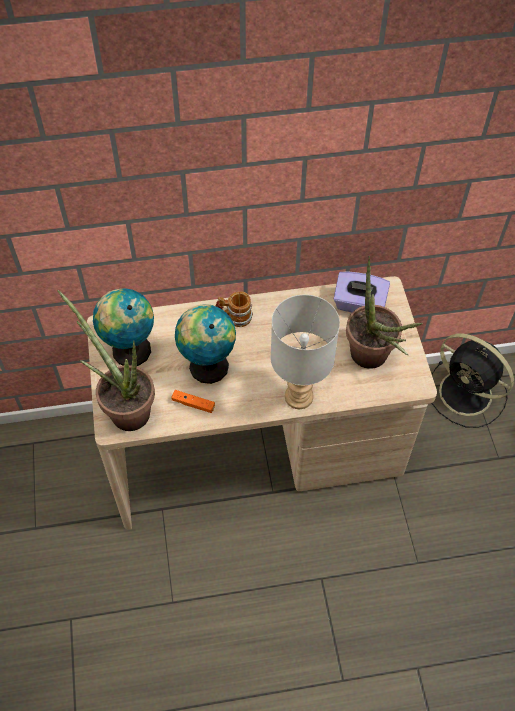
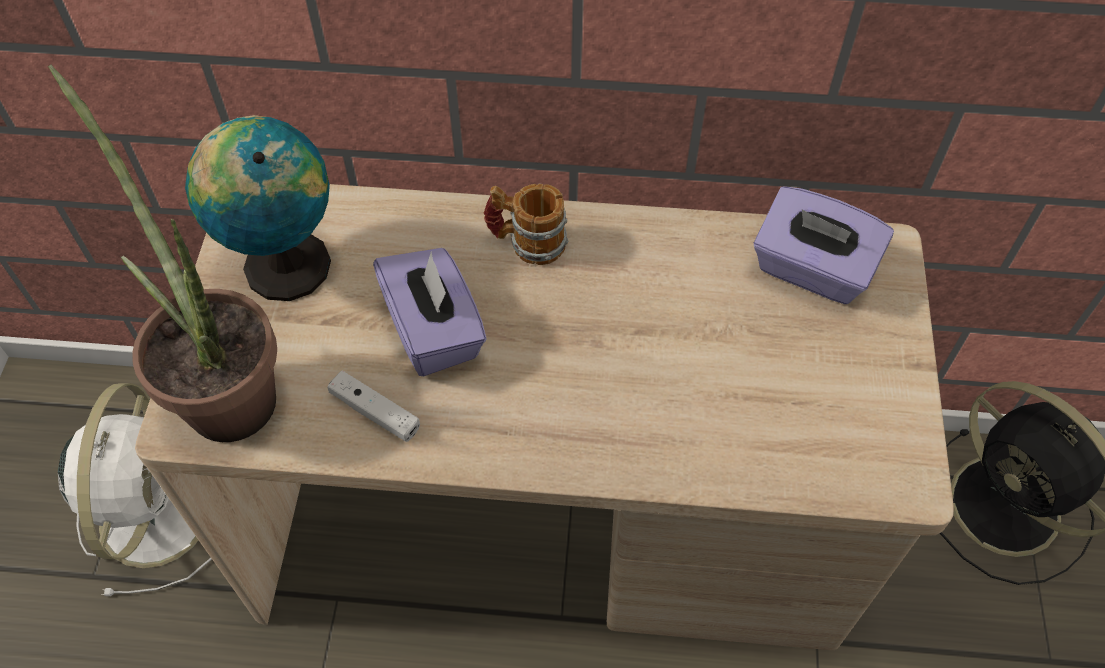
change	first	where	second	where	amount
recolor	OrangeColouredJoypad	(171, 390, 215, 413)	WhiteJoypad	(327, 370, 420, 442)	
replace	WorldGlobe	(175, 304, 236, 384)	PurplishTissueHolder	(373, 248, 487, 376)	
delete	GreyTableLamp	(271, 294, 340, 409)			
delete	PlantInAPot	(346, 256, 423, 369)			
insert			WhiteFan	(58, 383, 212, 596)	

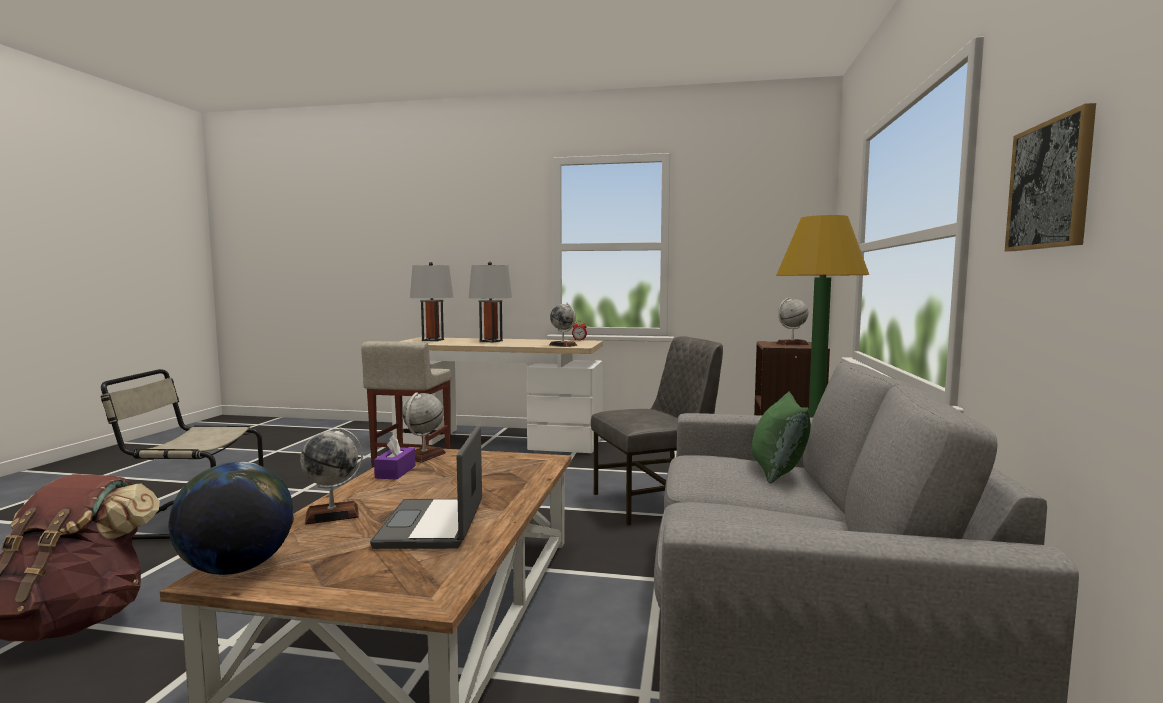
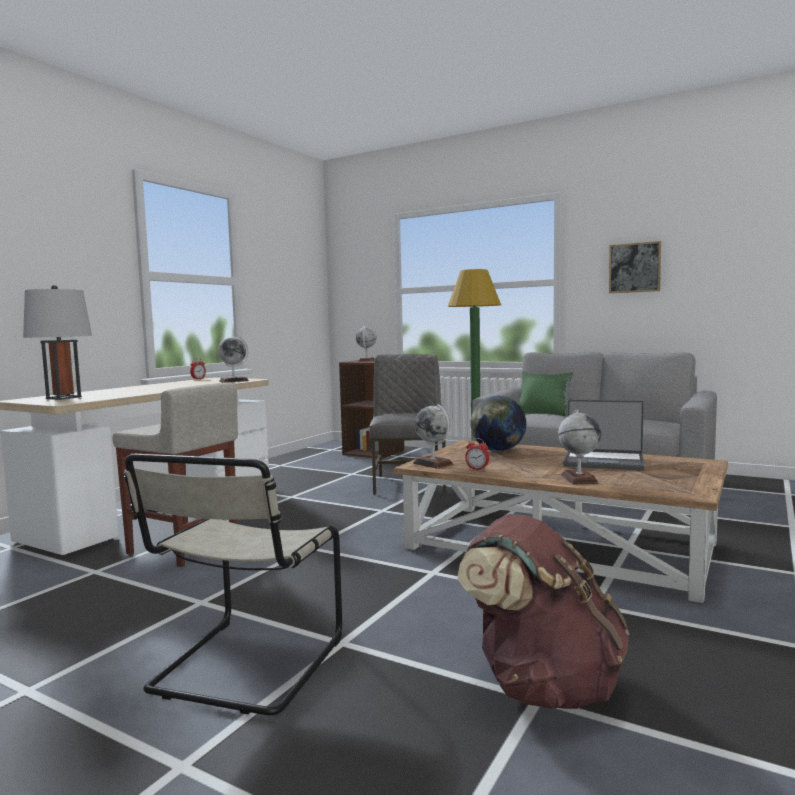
change	first	where	second	where	amount
move	WorldGlobe	(168, 462, 294, 575)		(470, 396, 526, 452)	
replace	PurplishTissueHolder	(374, 435, 416, 480)	BedsideClock	(465, 438, 489, 470)	
delete	GreyTableLamp	(469, 262, 512, 343)			

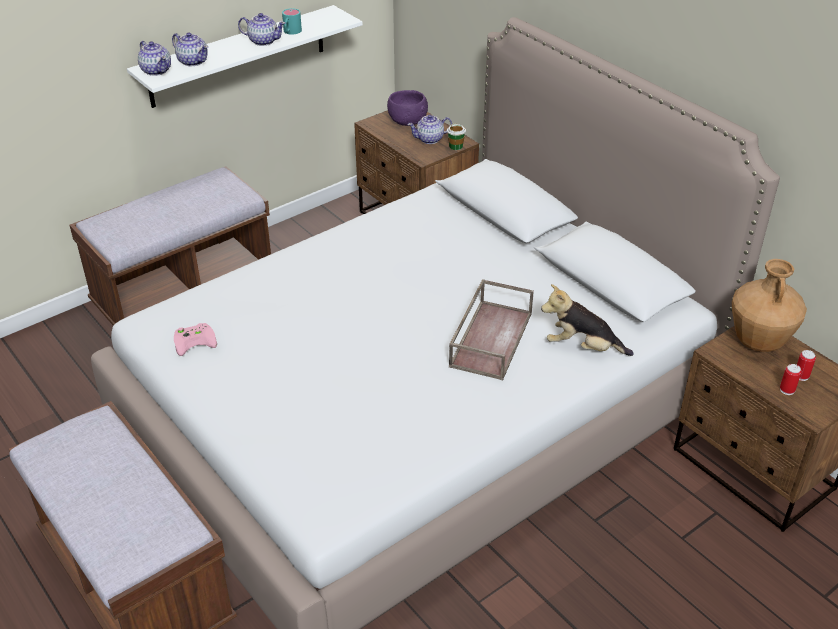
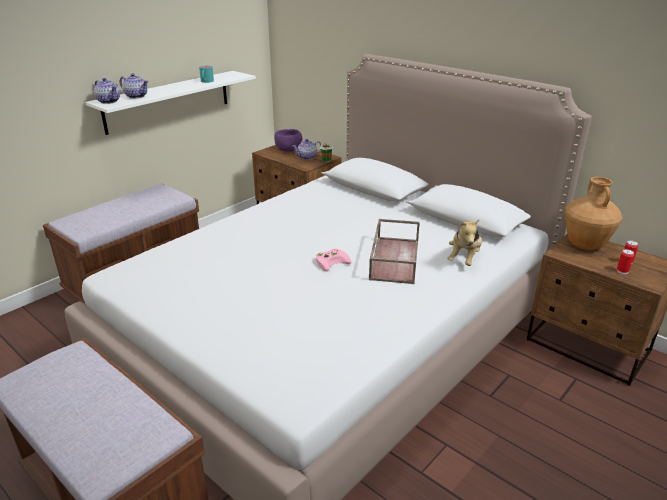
change	first	where	second	where	amount
move	PinkColouredJoypad	(174, 323, 217, 356)		(316, 249, 351, 271)	
delete	PotForTea	(238, 13, 286, 46)			
rotate	PlushToy	(541, 284, 634, 356)		(448, 219, 482, 266)	75 degrees counterclockwise

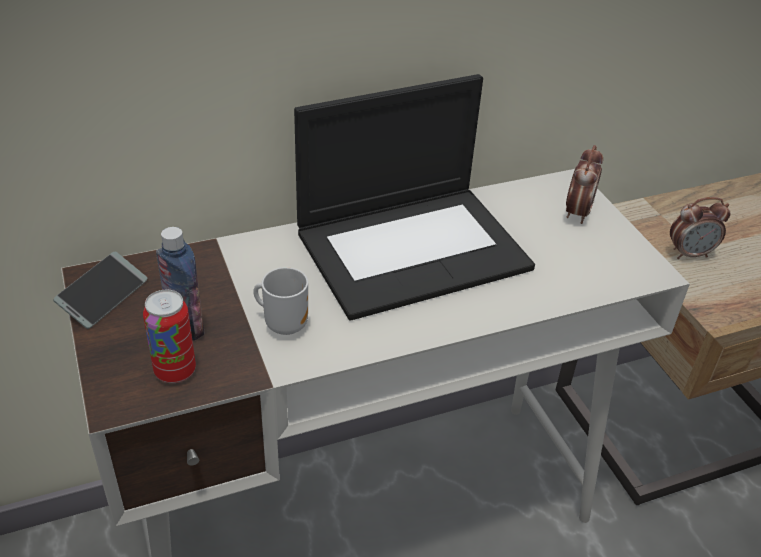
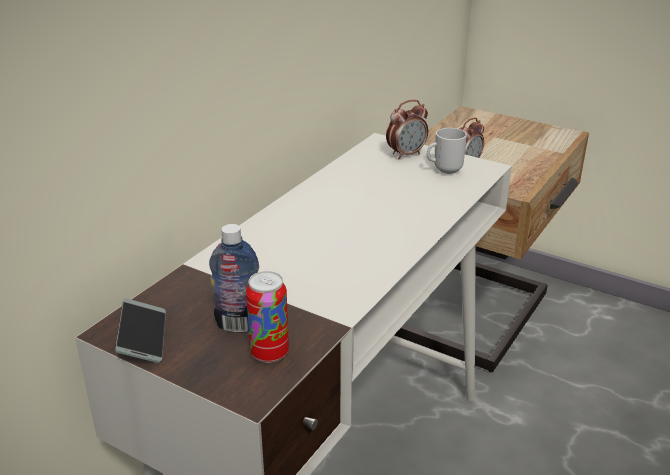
change	first	where	second	where	amount
move	TeaMug	(253, 267, 308, 335)		(427, 128, 467, 174)	
delete	PortableComputer	(294, 74, 535, 321)			
rotate	BedsideClock	(566, 145, 603, 224)		(386, 100, 428, 160)	75 degrees clockwise

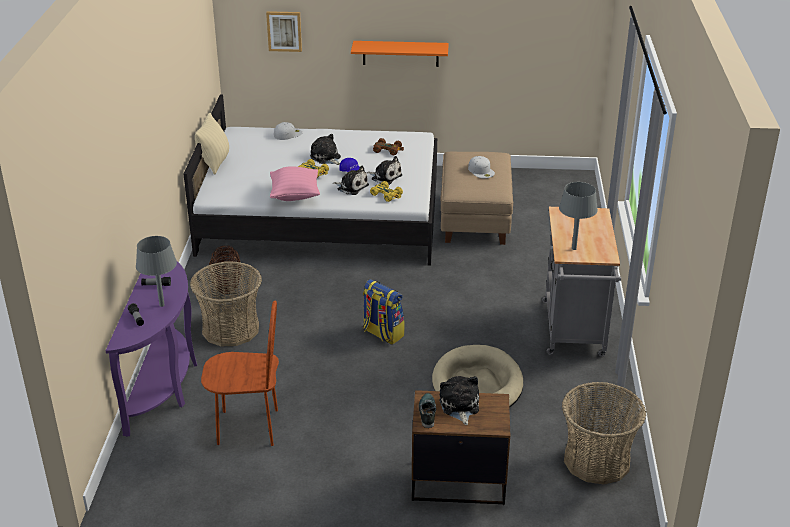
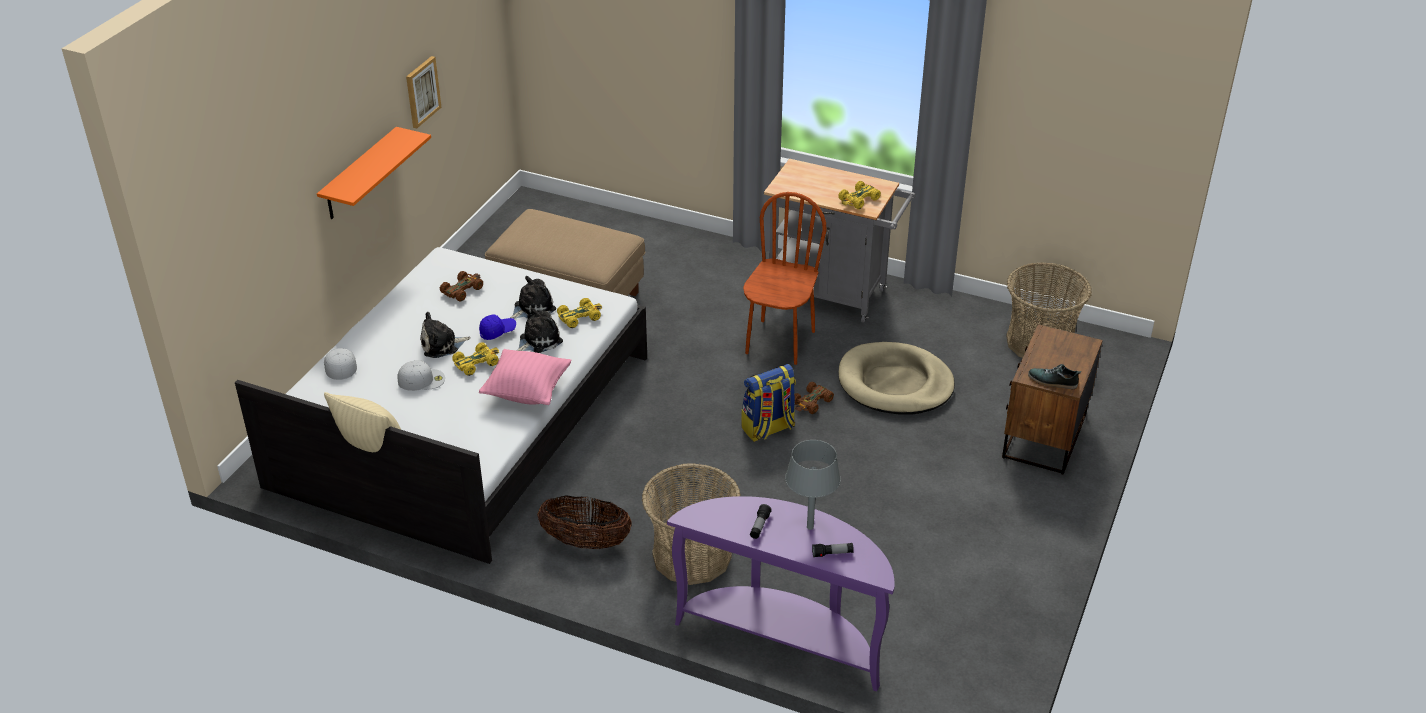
change	first	where	second	where	amount
move	BrownPlainChair	(201, 301, 279, 446)		(743, 192, 827, 365)	
move	WallArt	(266, 11, 302, 52)		(406, 56, 442, 128)	
delete	PlushToy	(440, 376, 479, 425)			
move	WhiteBaseballCap	(468, 156, 495, 178)		(397, 360, 445, 391)	
replace	GreyTableLamp	(559, 182, 598, 250)	YellowColouredMiniatureCar	(838, 181, 881, 209)	
insert			BrownMiniatureCar	(795, 382, 834, 414)	

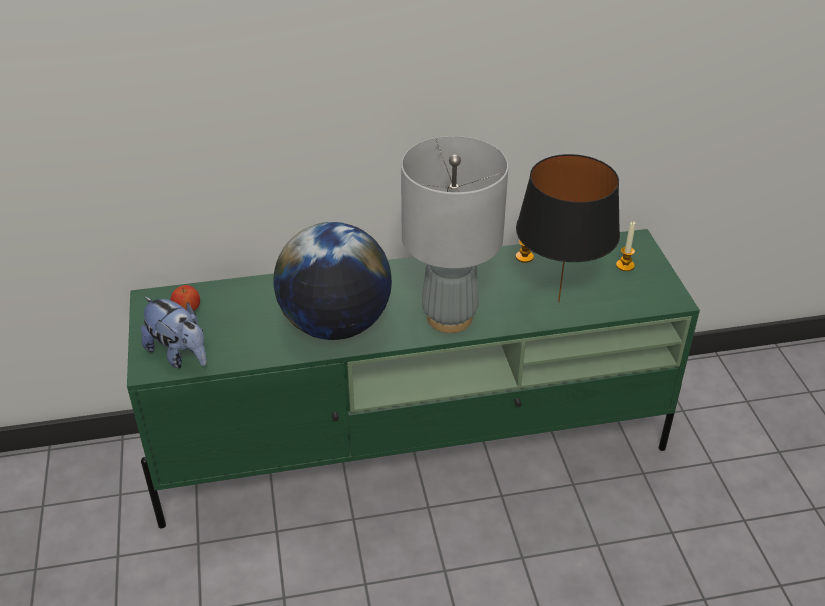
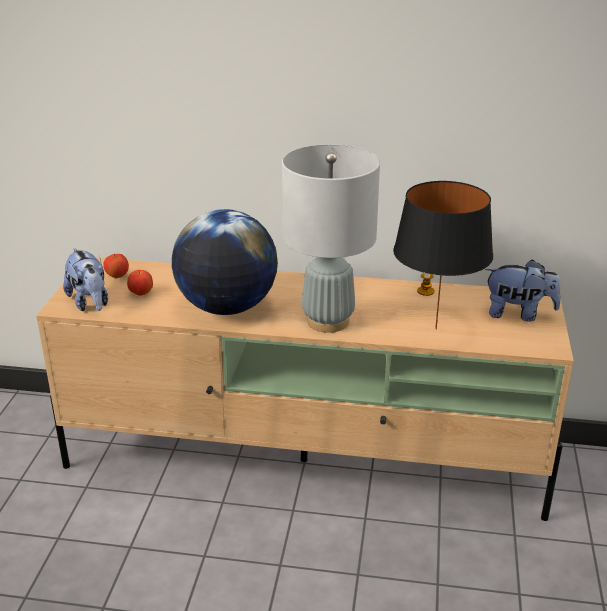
change	first	where	second	where	amount
recolor	GreenColouredTvUnit	(127, 229, 700, 528)	BeigeTvUnit	(36, 258, 574, 521)	
replace	Candle	(616, 221, 635, 271)	PlushToy	(485, 259, 561, 322)	
insert			AppleFruit	(127, 270, 153, 296)	

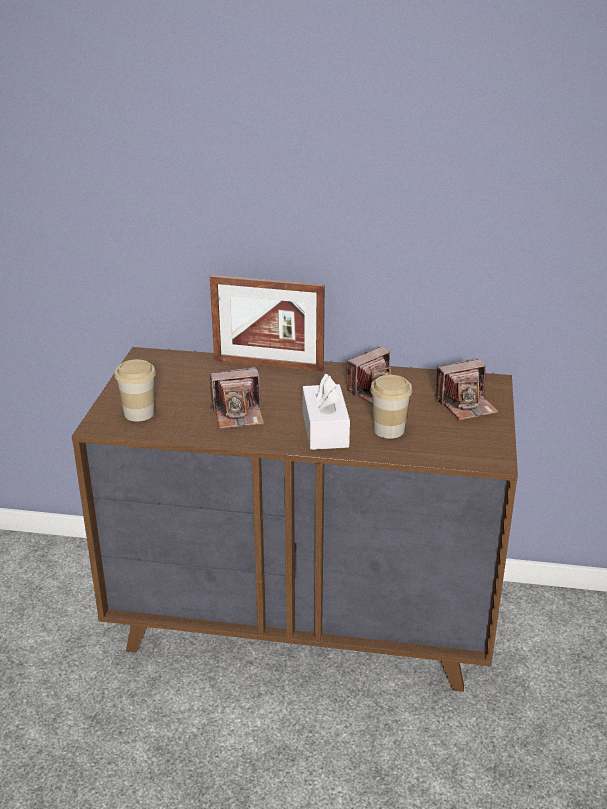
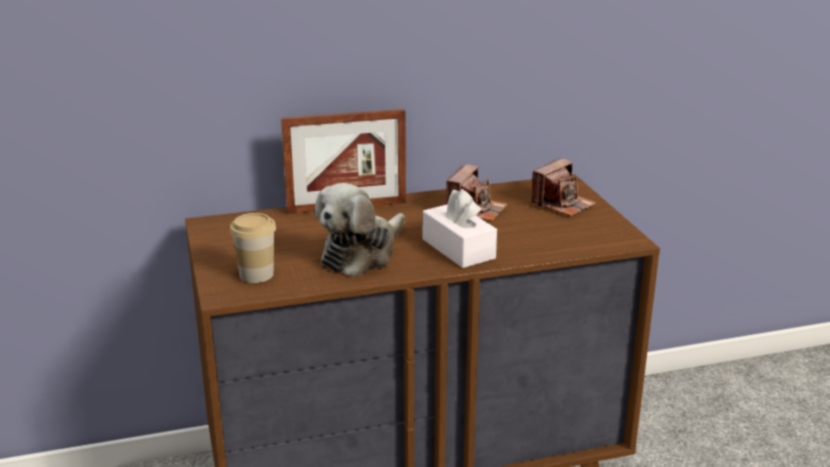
change	first	where	second	where	amount
replace	PhotoCamera	(210, 367, 264, 429)	PlushToy	(315, 183, 405, 277)	
delete	SmallCup	(370, 375, 412, 439)			

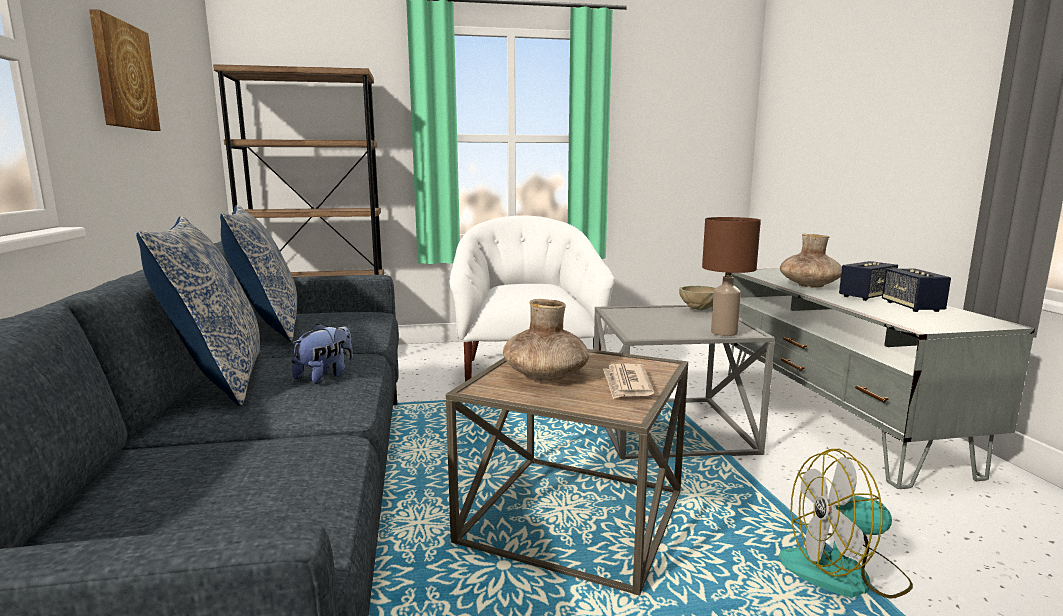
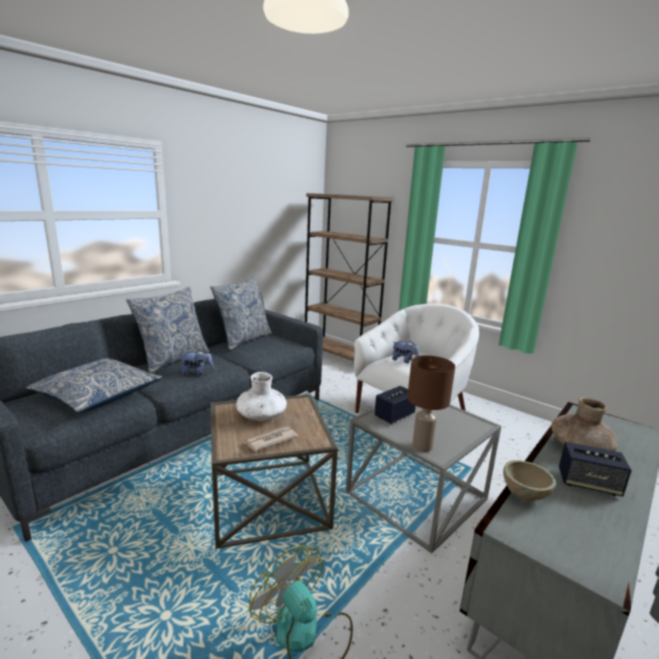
change	first	where	second	where	amount
delete	WallArt	(89, 9, 161, 131)			
recolor	BrownVase	(503, 299, 589, 381)	WhiteVase	(236, 372, 287, 421)	
move	BeigeDeepDish	(679, 286, 715, 310)		(503, 460, 556, 501)	
move	AudioSpeaker	(882, 268, 951, 312)		(374, 386, 416, 424)	
insert			ThrowPillow	(26, 358, 163, 413)	
insert			PlushToy	(392, 341, 419, 363)	

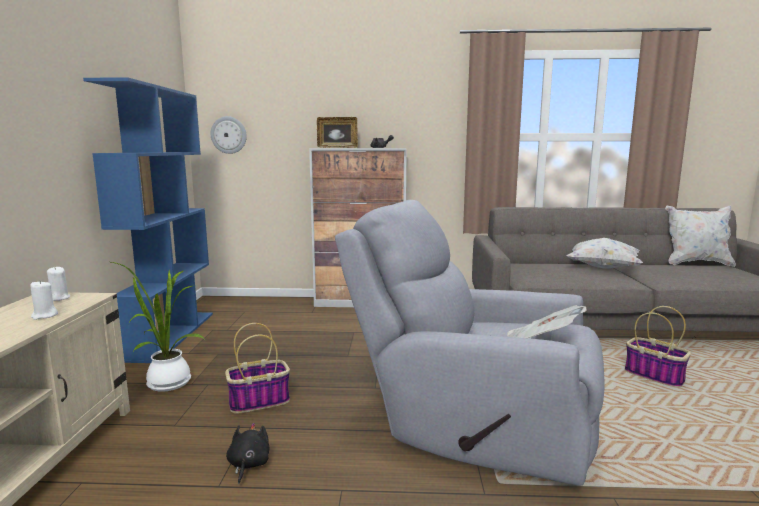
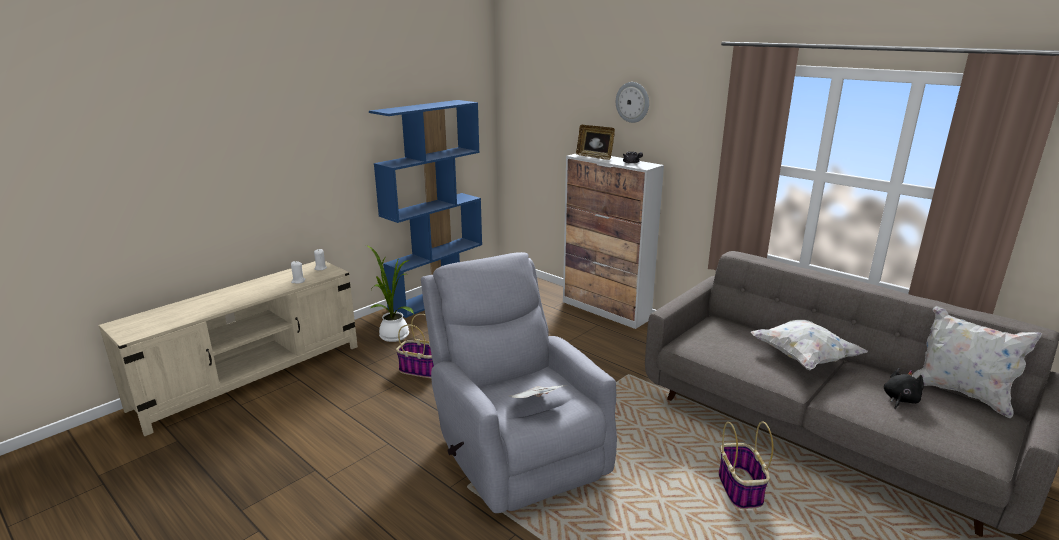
change	first	where	second	where	amount
move	WallClock	(211, 116, 247, 154)		(616, 82, 649, 123)	
move	BlackishPlushToy	(226, 423, 269, 484)		(884, 368, 924, 409)	

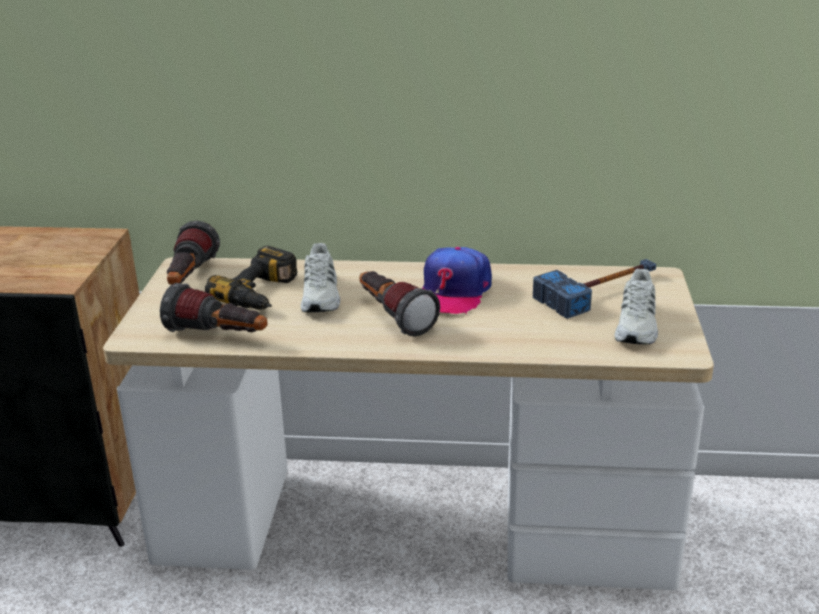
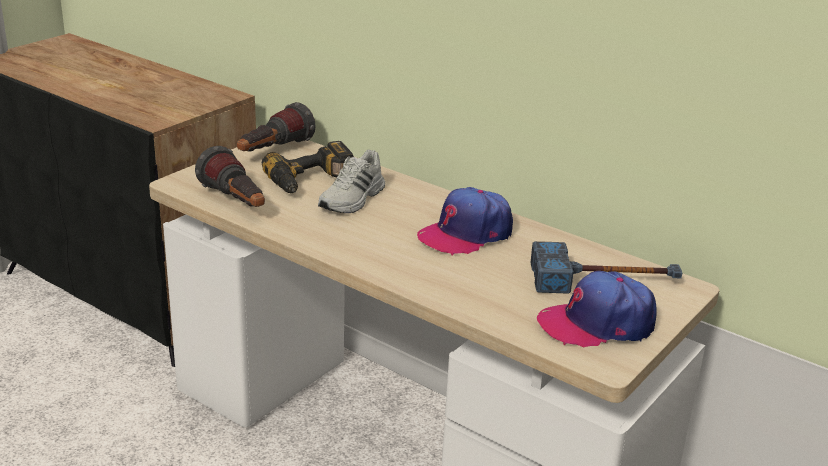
change	first	where	second	where	amount
delete	HandTorch	(359, 271, 440, 337)			
replace	WhiteShoe	(615, 269, 658, 345)	BaseballCap	(537, 271, 657, 347)	

